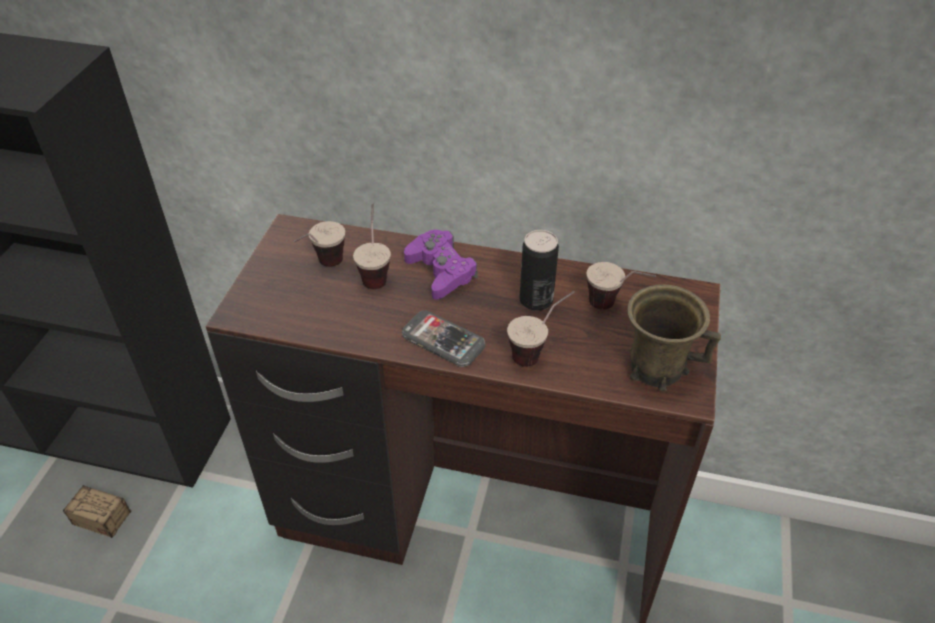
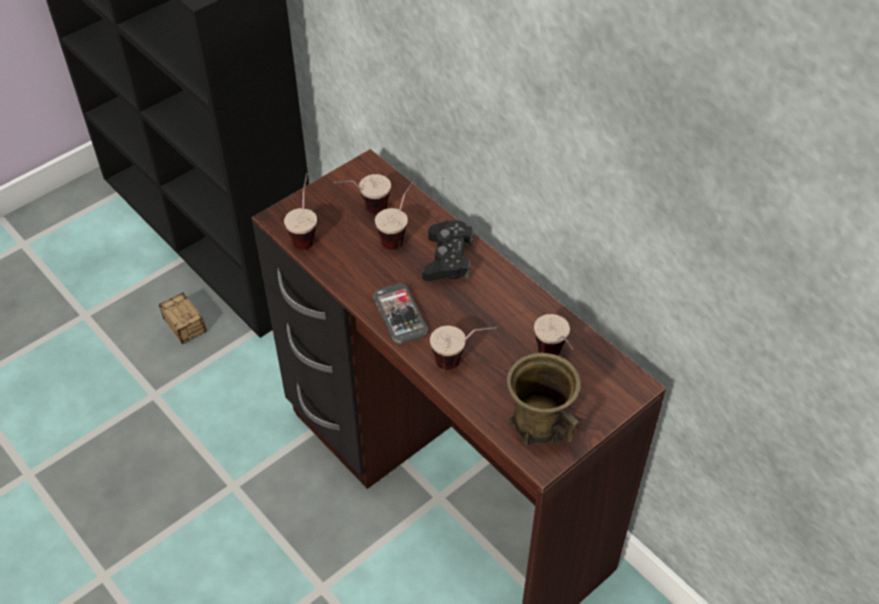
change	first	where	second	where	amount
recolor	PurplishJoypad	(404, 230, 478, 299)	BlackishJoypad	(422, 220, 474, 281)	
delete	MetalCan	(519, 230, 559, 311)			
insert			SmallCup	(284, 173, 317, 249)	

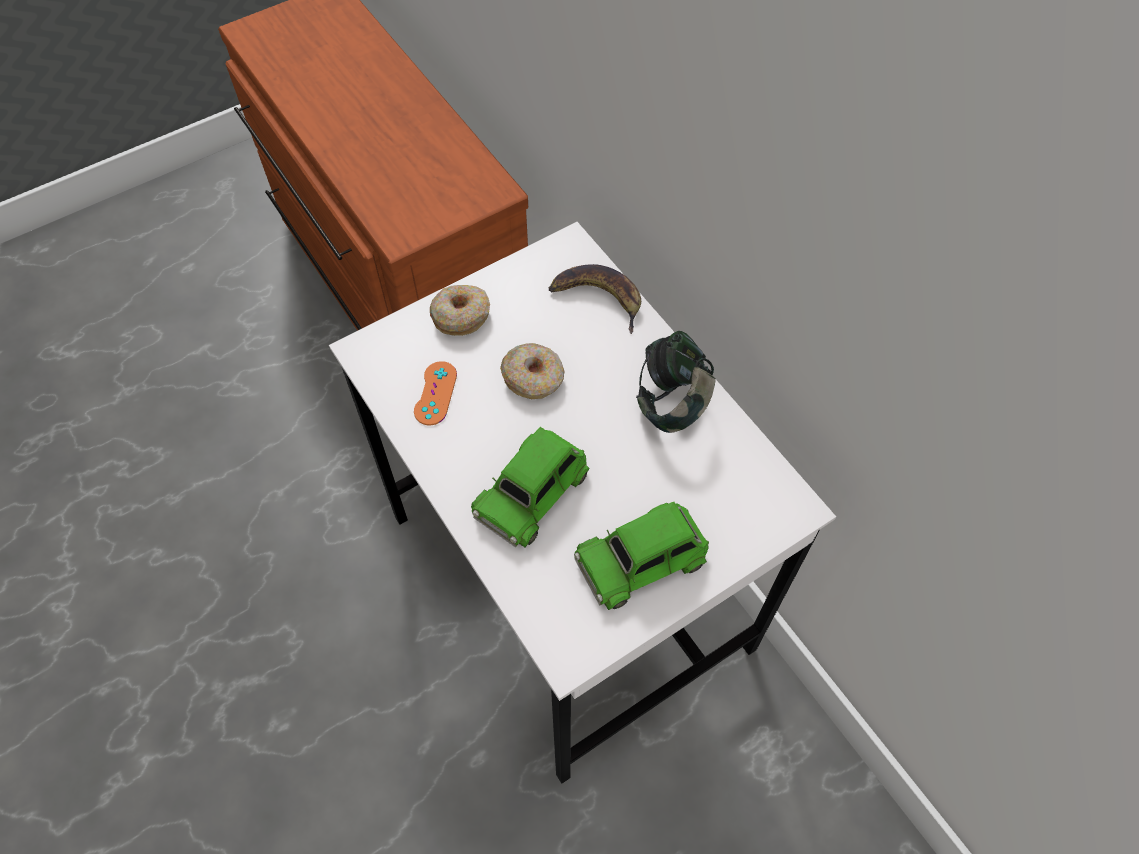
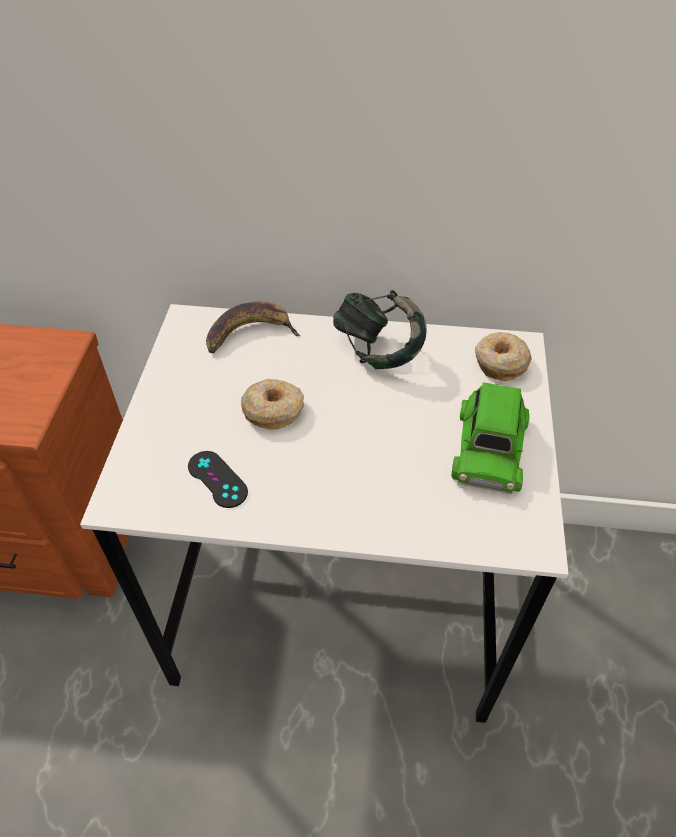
change	first	where	second	where	amount
recolor	OrangeColouredJoypad	(414, 361, 457, 425)	BlackishJoypad	(188, 451, 248, 508)	
move	RingDoughnut	(430, 285, 490, 336)		(475, 332, 532, 381)	
delete	GreenColouredMiniatureCar	(471, 427, 590, 548)			

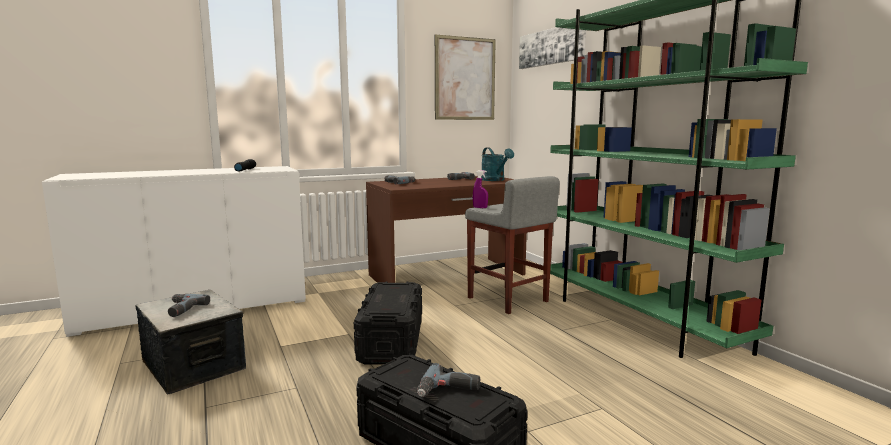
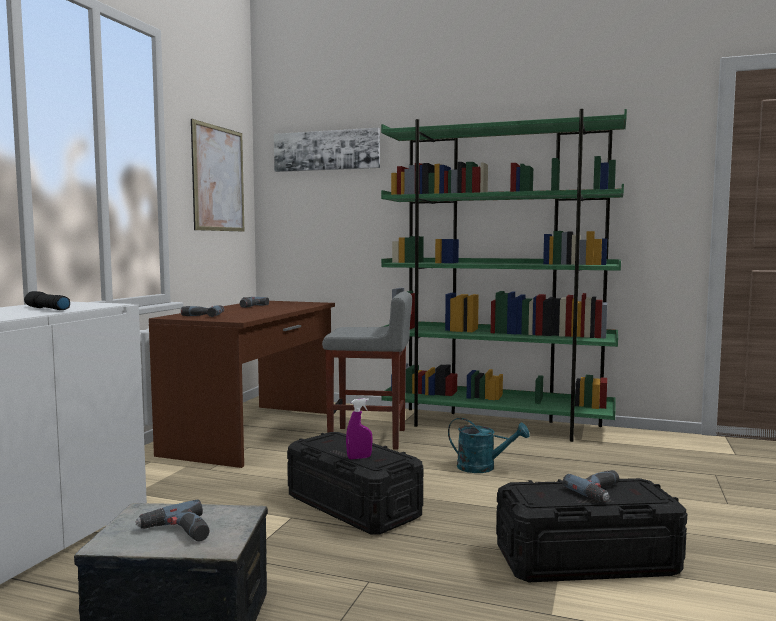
change	first	where	second	where	amount
move	PurplishSprayBottle	(473, 170, 488, 208)		(346, 398, 372, 459)	
move	TurquoiseColouredSprinklingCan	(481, 147, 514, 181)		(448, 418, 529, 473)	

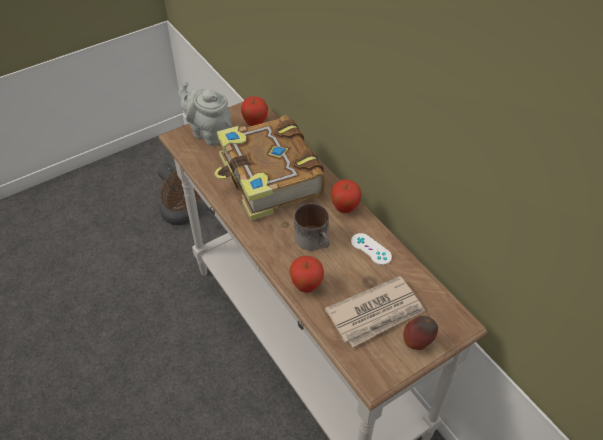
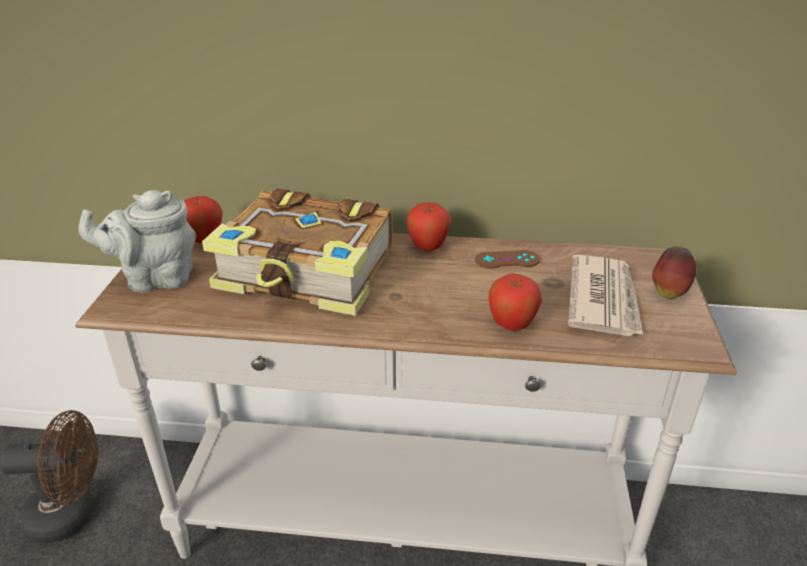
change	first	where	second	where	amount
delete	TeaMug	(294, 203, 330, 251)			
recolor	WhiteJoypad	(351, 233, 392, 265)	BrownJoypad	(475, 250, 540, 269)	

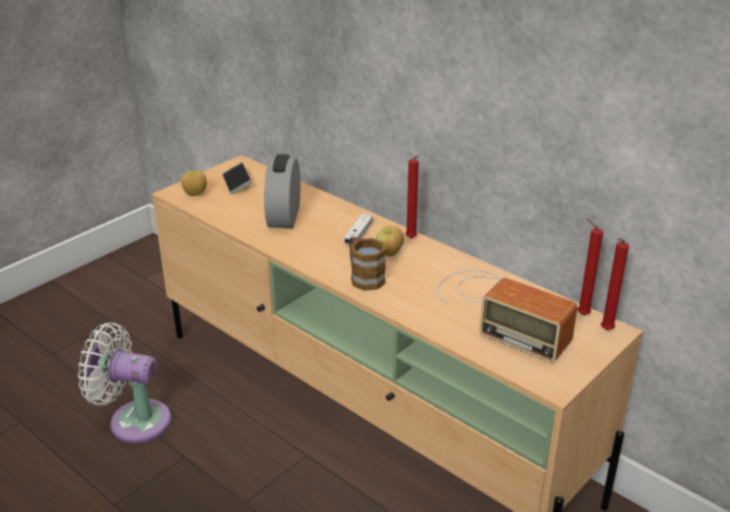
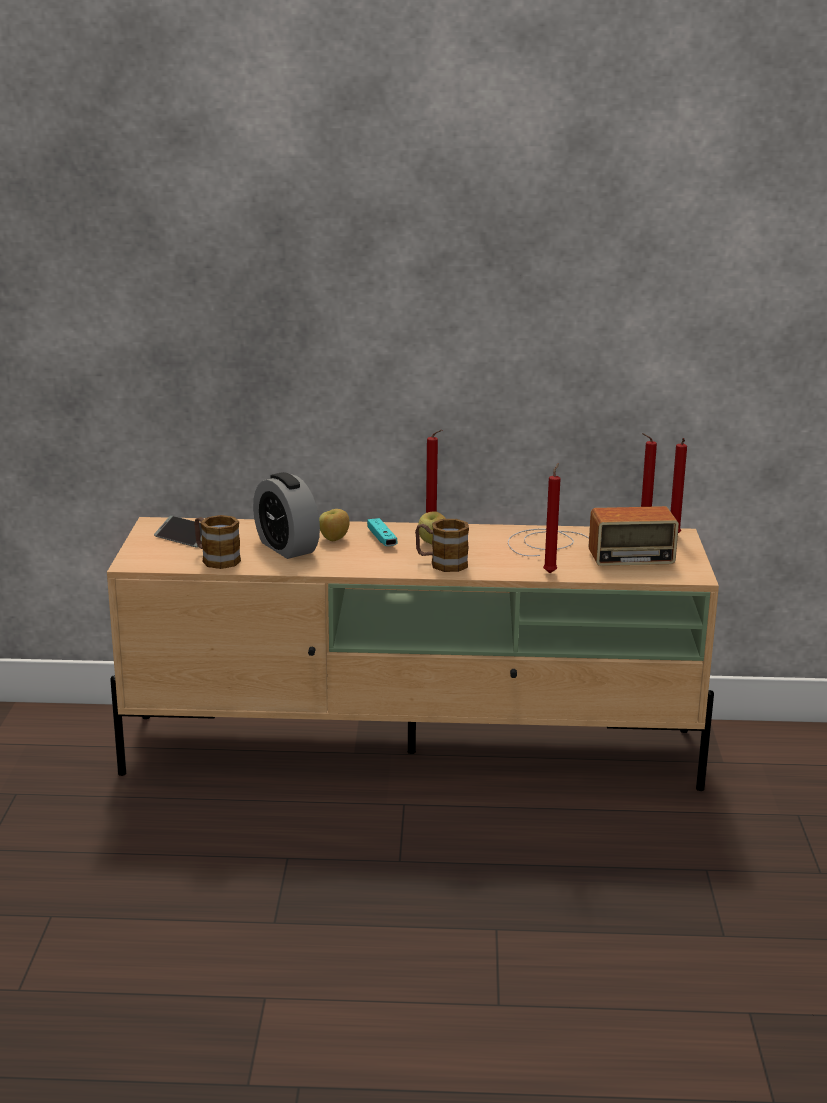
change	first	where	second	where	amount
delete	WhiteFan	(78, 322, 171, 443)			
move	AppleFruit	(181, 170, 207, 196)		(319, 509, 350, 541)	
recolor	WhiteJoypad	(344, 214, 373, 245)	TurquoiseColouredJoypad	(367, 518, 398, 546)	
insert			TeaMug	(194, 515, 241, 569)	
insert			ReddishCandle	(543, 463, 561, 573)	

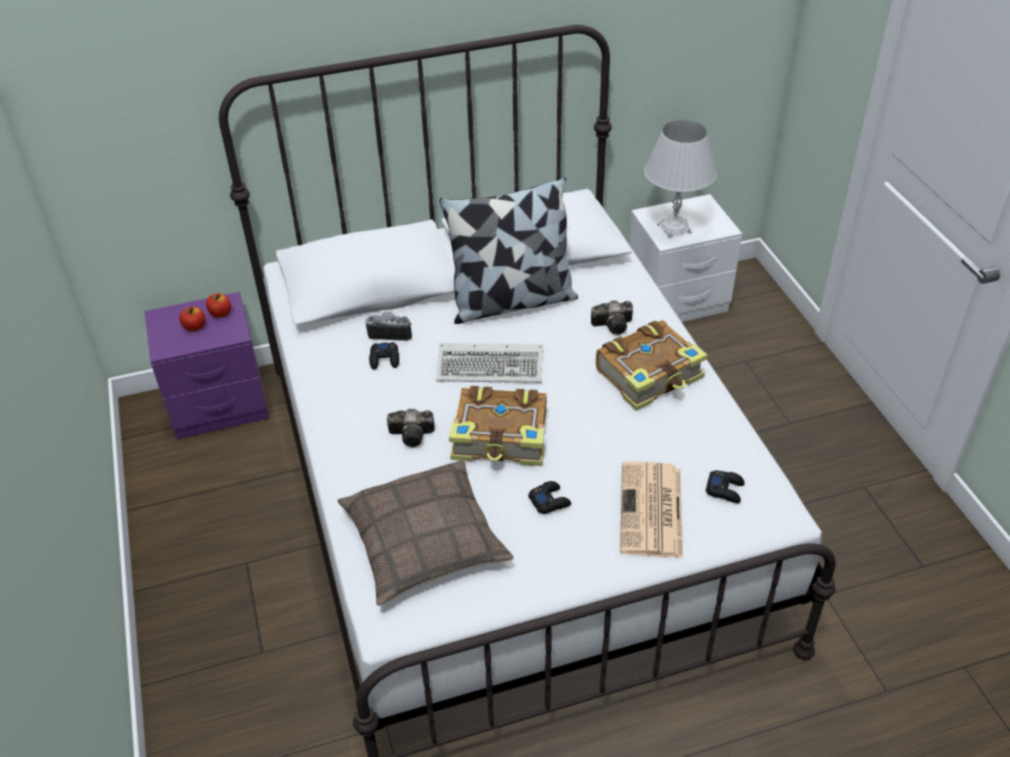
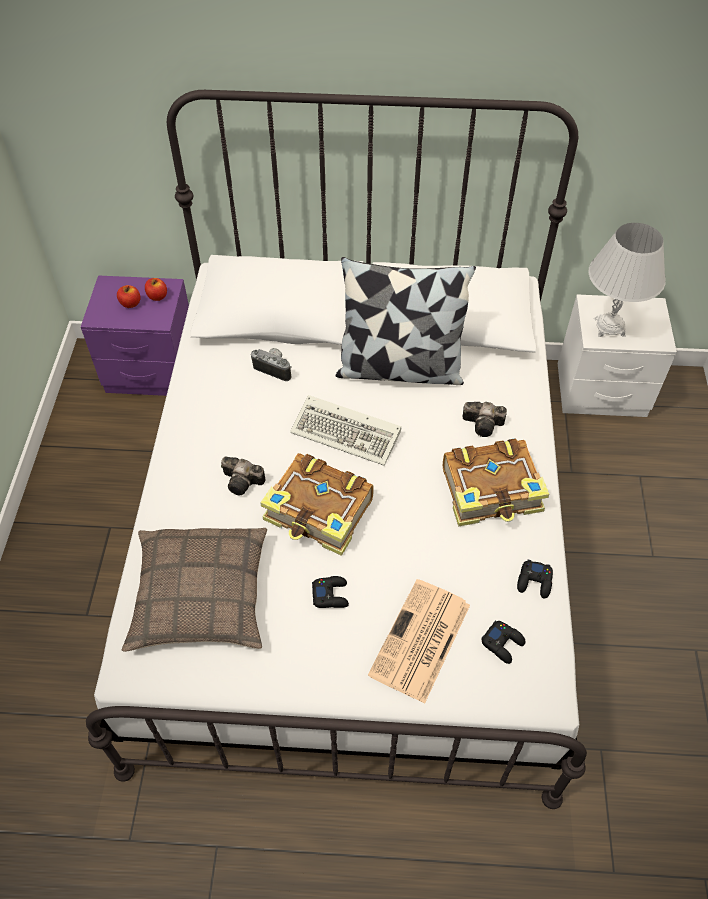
change	first	where	second	where	amount
move	BlackishJoypad	(369, 342, 399, 370)		(517, 560, 553, 599)	

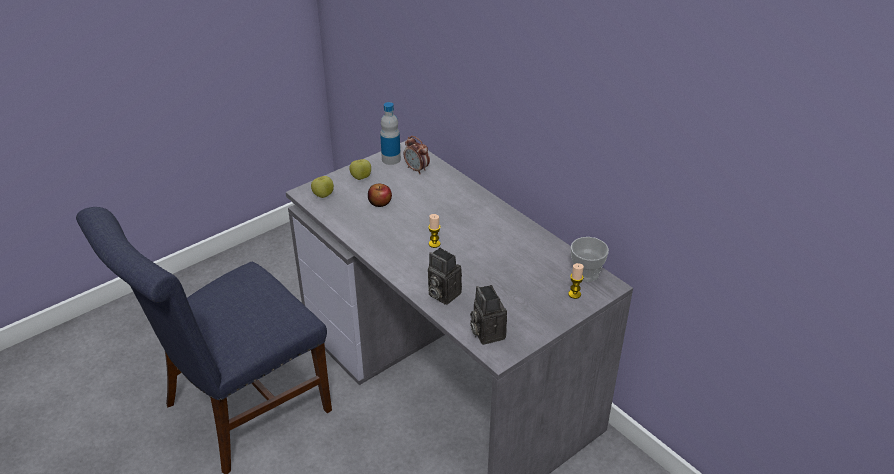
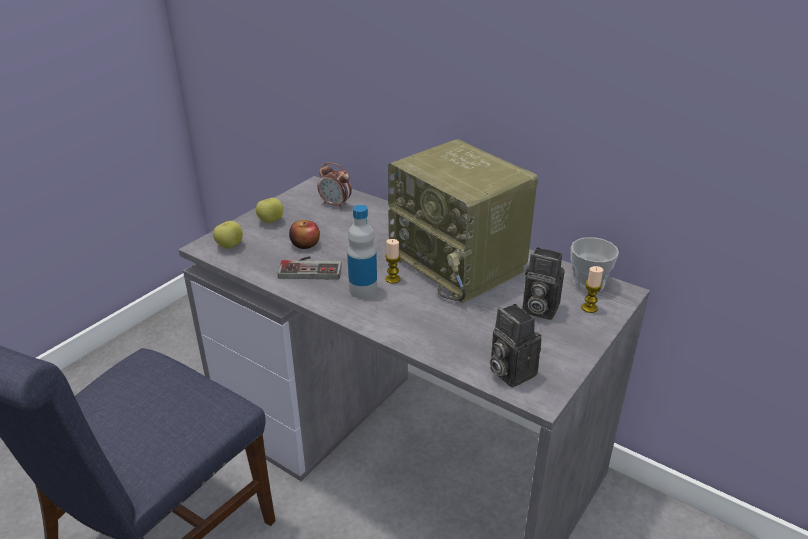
change	first	where	second	where	amount
move	DrinkBottle	(380, 102, 401, 165)		(347, 205, 377, 298)	
move	PhotoCamera	(428, 248, 462, 305)		(522, 247, 565, 320)	
insert			Joypad	(278, 256, 342, 280)	
insert			RadioReceiver	(388, 139, 538, 303)	

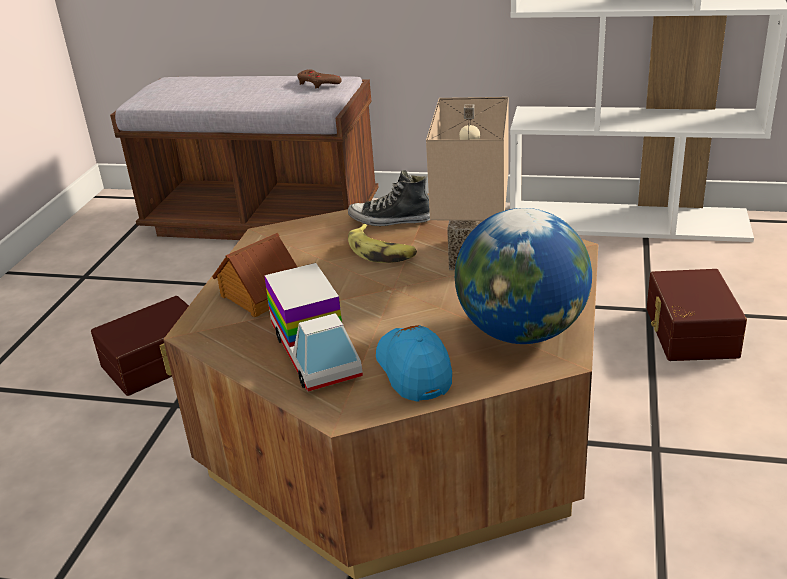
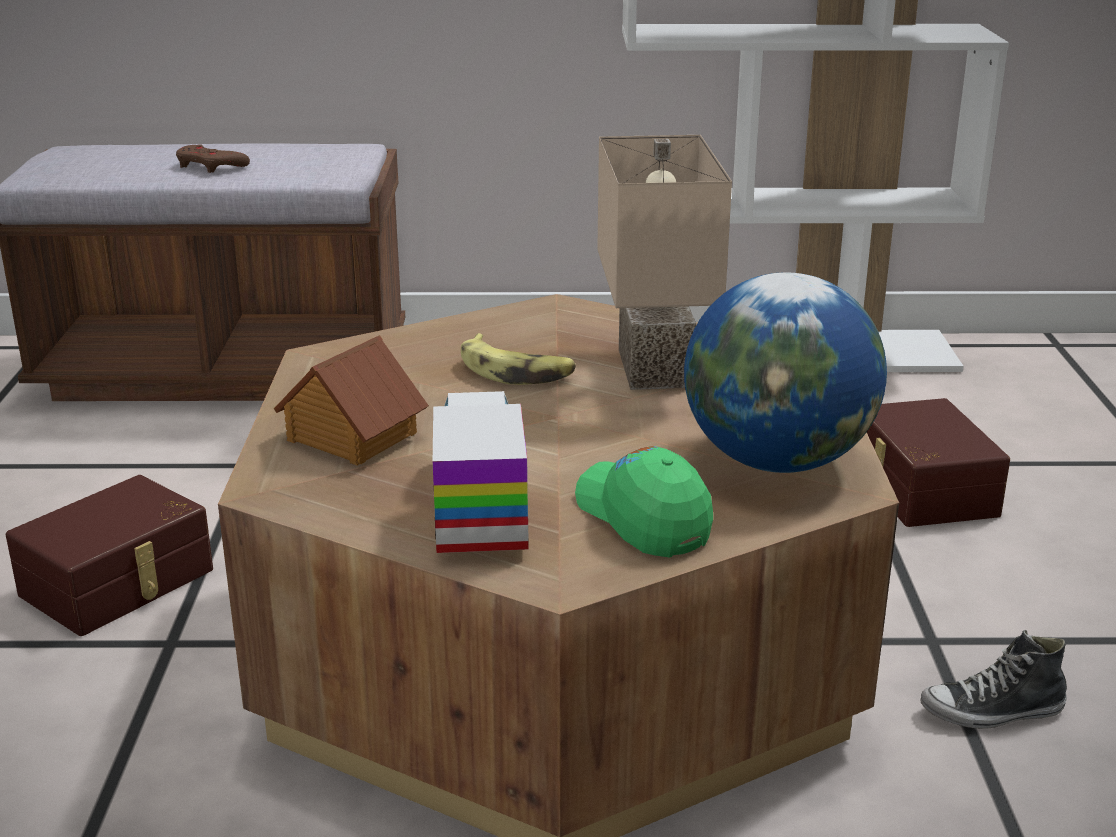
change	first	where	second	where	amount
rotate	ToyTruck	(264, 263, 363, 392)		(433, 391, 529, 553)	150 degrees counterclockwise
move	BrownJoypad	(297, 69, 342, 89)		(176, 144, 250, 173)	
move	Shoe	(348, 170, 430, 226)		(920, 630, 1067, 729)	
recolor	BlueColouredBaseballCap	(376, 325, 452, 402)	GreenColouredBaseballCap	(575, 446, 713, 558)	

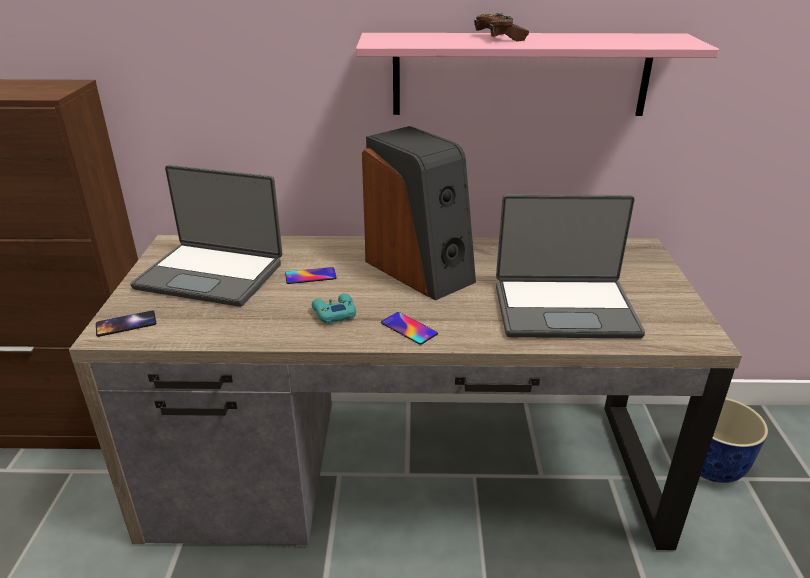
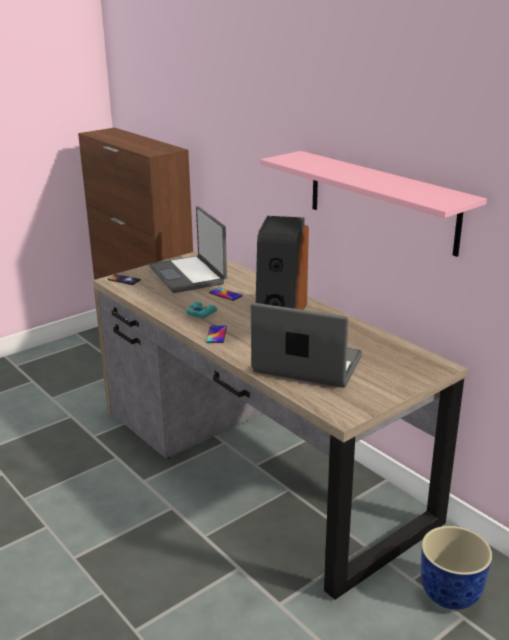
change	first	where	second	where	amount
delete	BrownJoypad	(474, 13, 529, 42)			
rotate	PortableComputer	(496, 194, 645, 339)		(251, 303, 362, 388)	150 degrees clockwise

